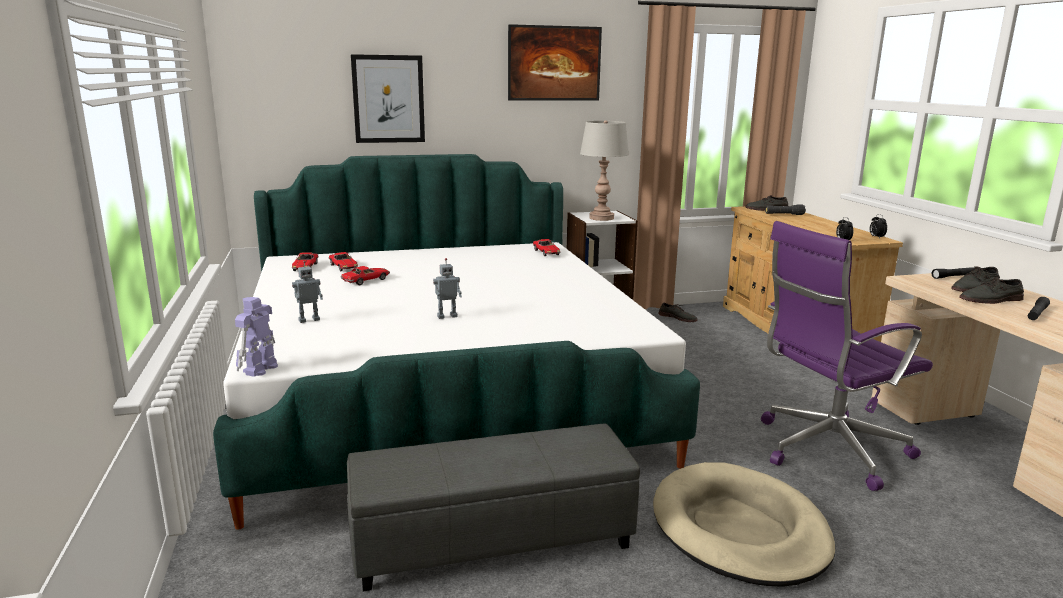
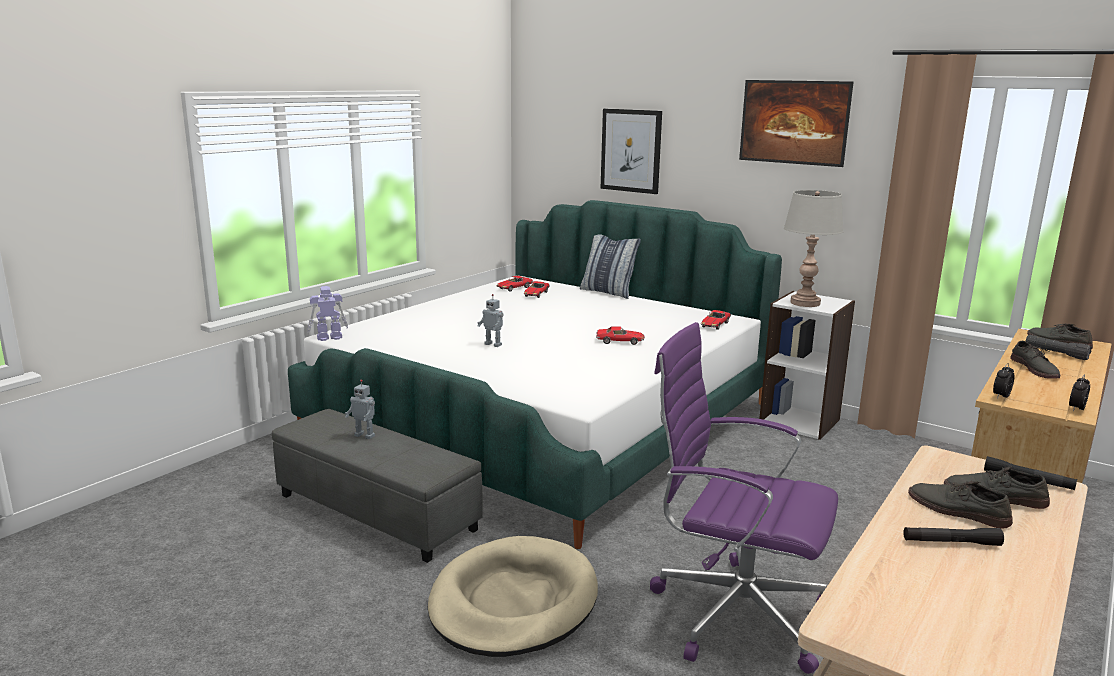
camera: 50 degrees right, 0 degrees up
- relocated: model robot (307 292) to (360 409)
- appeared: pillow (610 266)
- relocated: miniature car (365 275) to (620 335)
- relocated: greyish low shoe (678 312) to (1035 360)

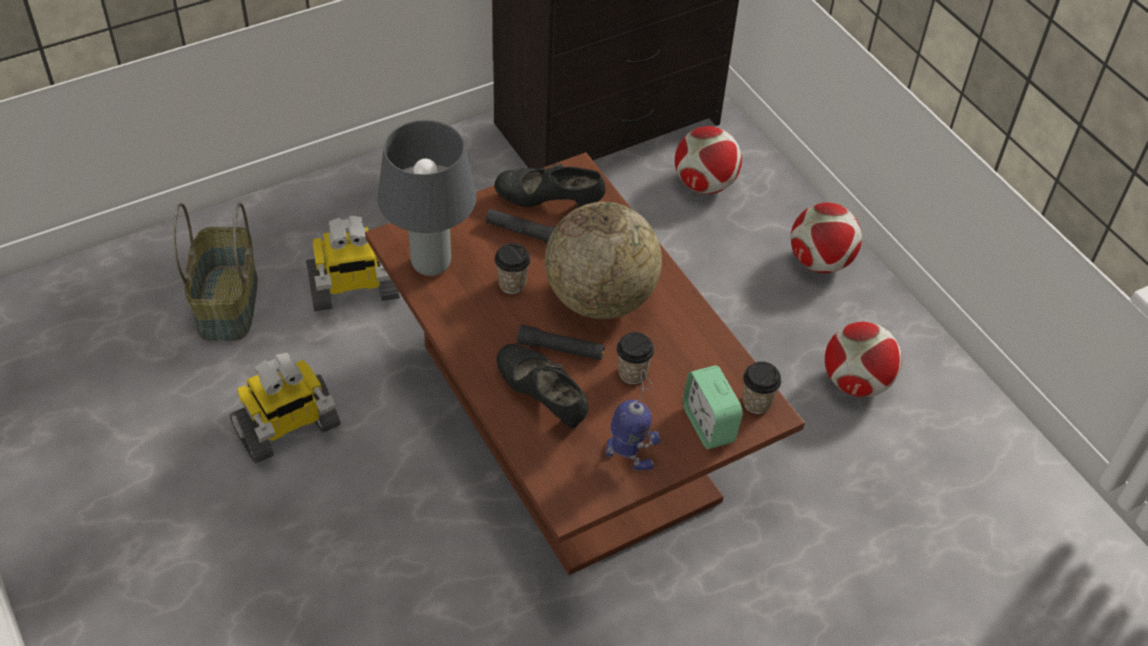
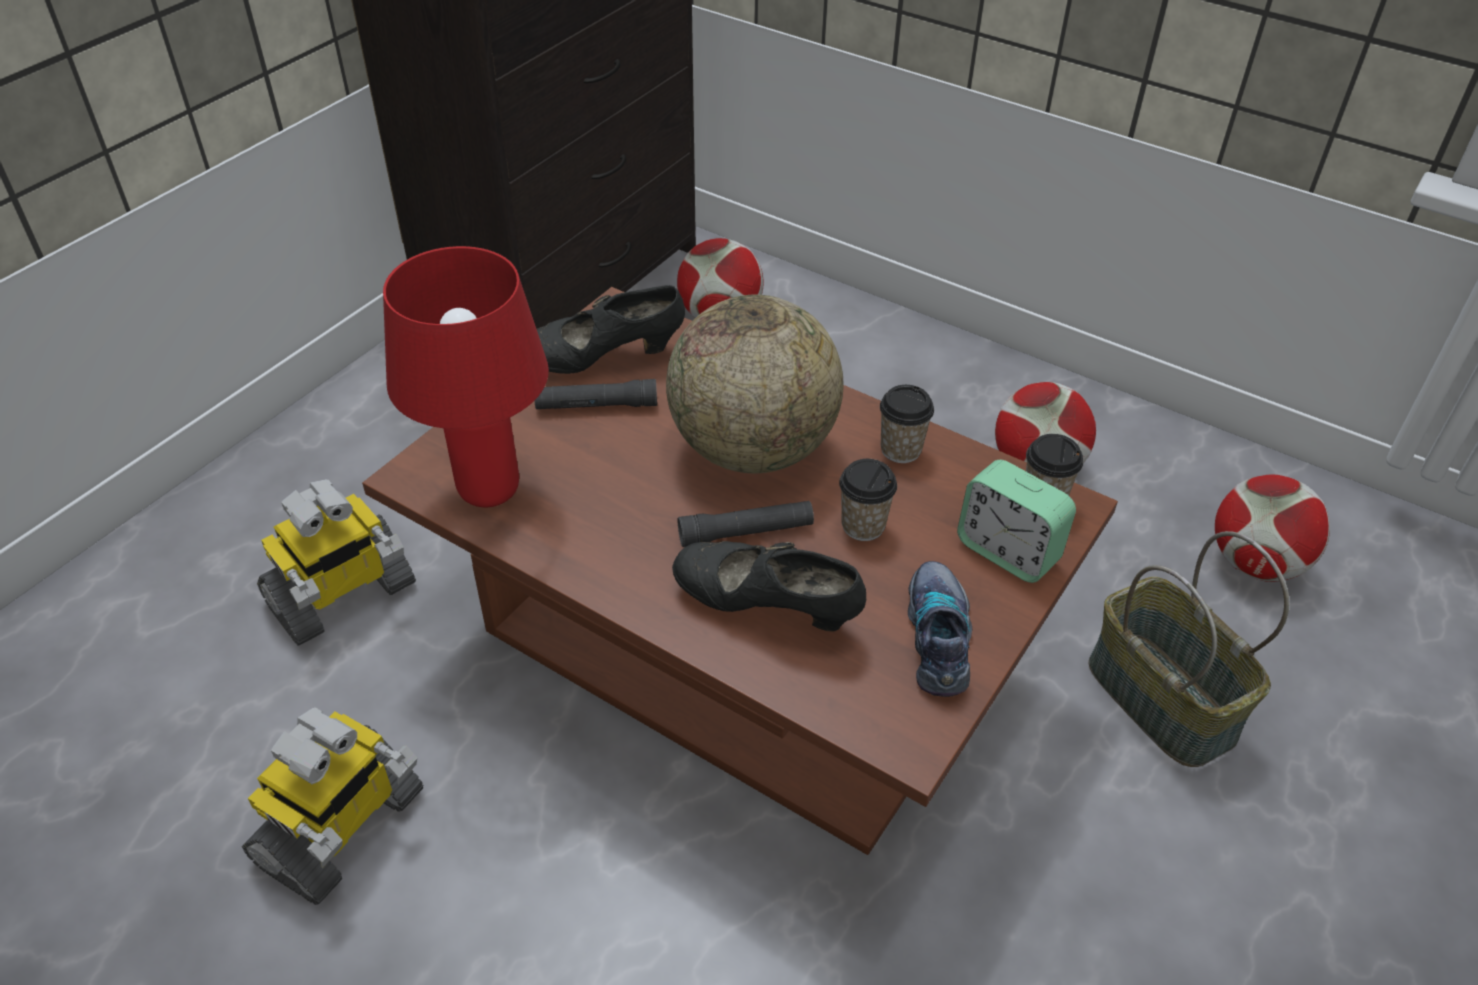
camera: 25 degrees left, 5 degrees down
- colour: greyish tabletop lamp (427 198) to red-coloured tabletop lamp (466 376)
- relocated: small cup (512 268) to (907 424)
- exchanged: model robot (633 419) to low shoe (940 629)
- relocated: storage basket (215 272) to (1189 649)
- relocated: ball for football (826 237) to (1272 528)

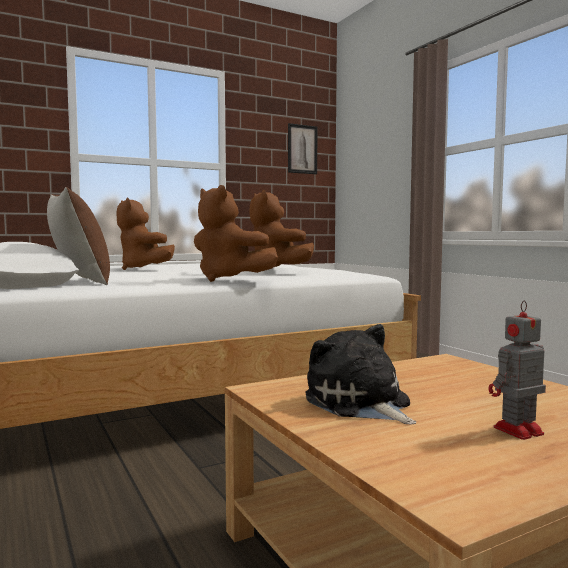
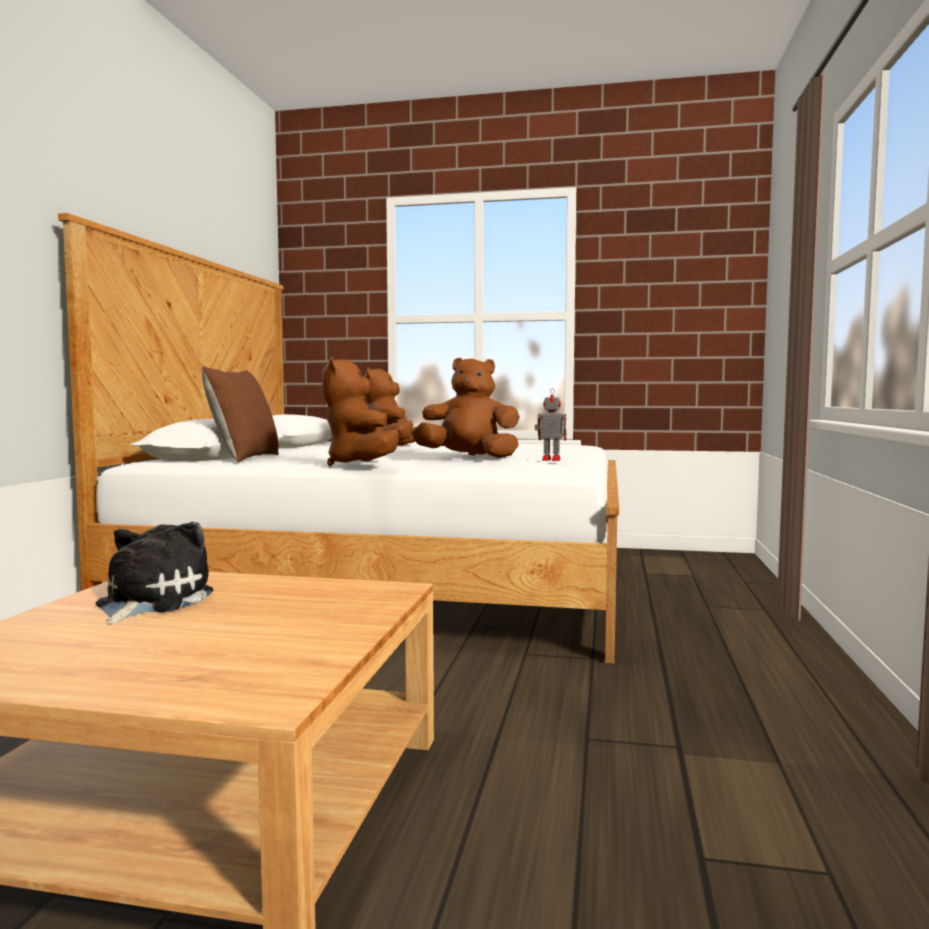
camera: 40 degrees right, 0 degrees up
- spun: brown-coloured cuddly toy (281 228) = (465 408) 90 degrees clockwise
- relocated: model robot (517 370) to (551 424)
- missing: wall picture (302 148)

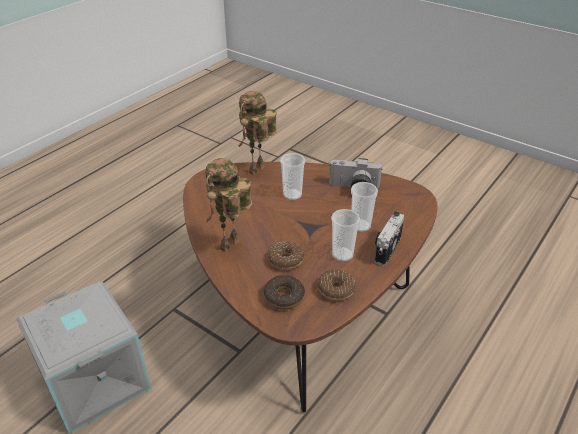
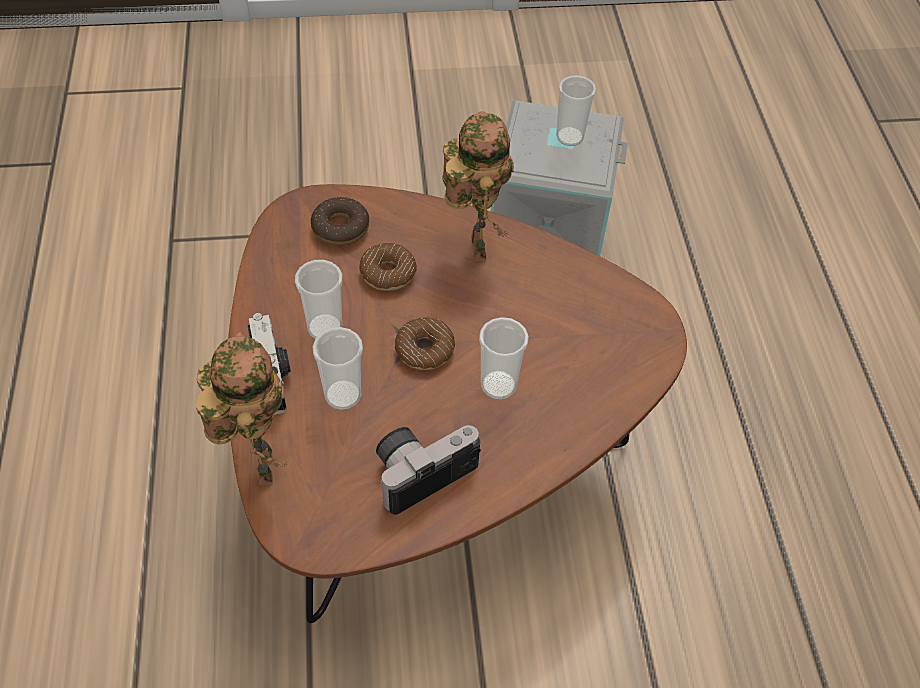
camera: 135 degrees right, 15 degrees up
- relocated: model robot (258 133) to (241 408)
- relocated: donut (336 285) to (425 343)
- appeared: small cup (576 110)

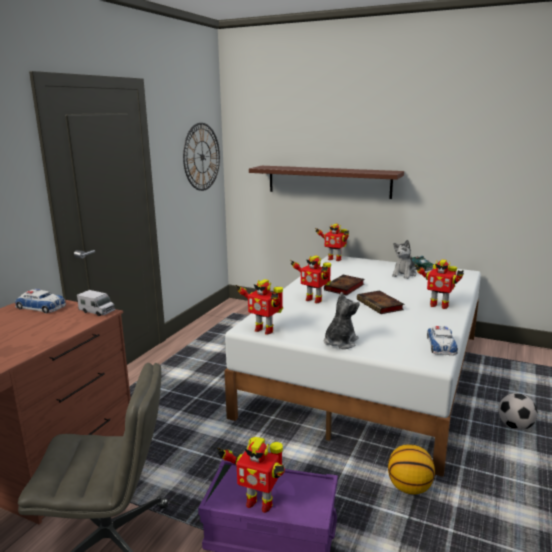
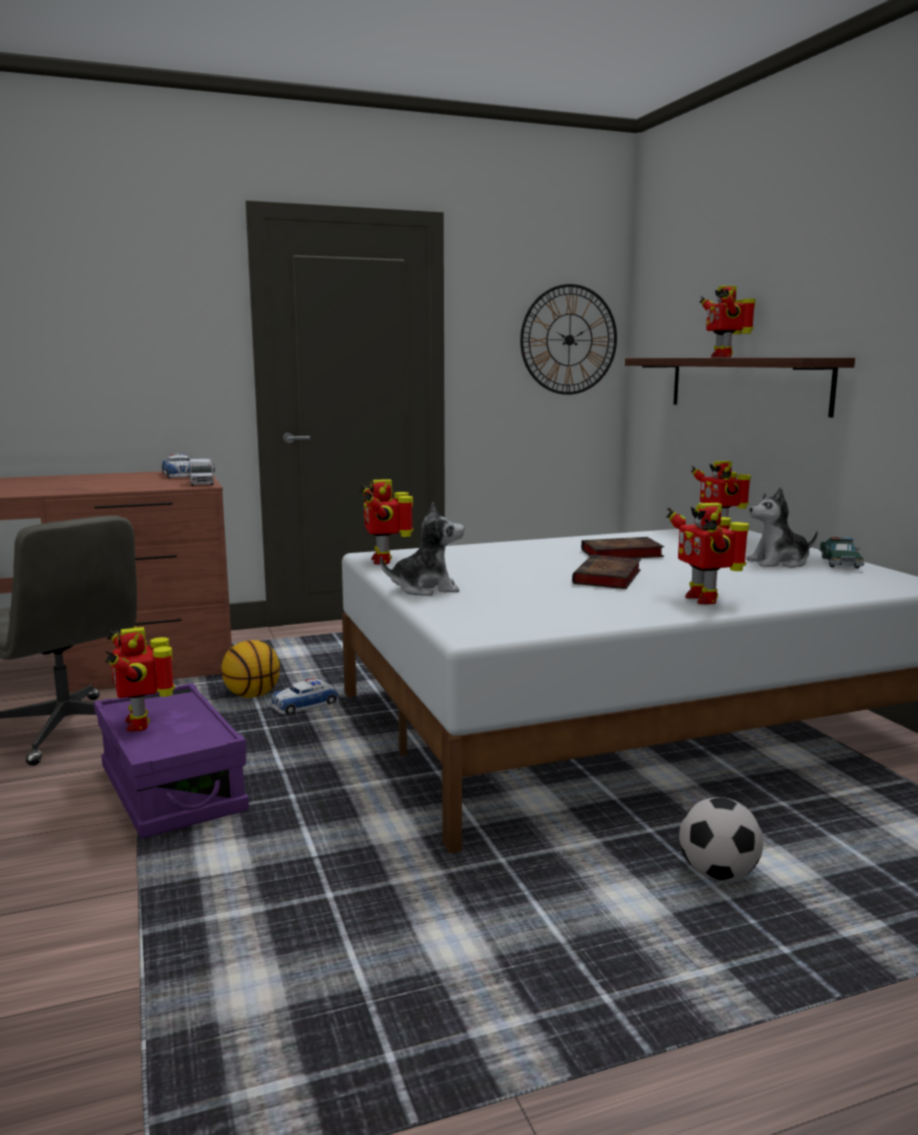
camera: 45 degrees right, 5 degrees down
- relocated: basketball ball (411 469) to (250 669)
- relocated: miniature car (442 341) to (304 696)
- relocated: model robot (310 279) to (728 321)

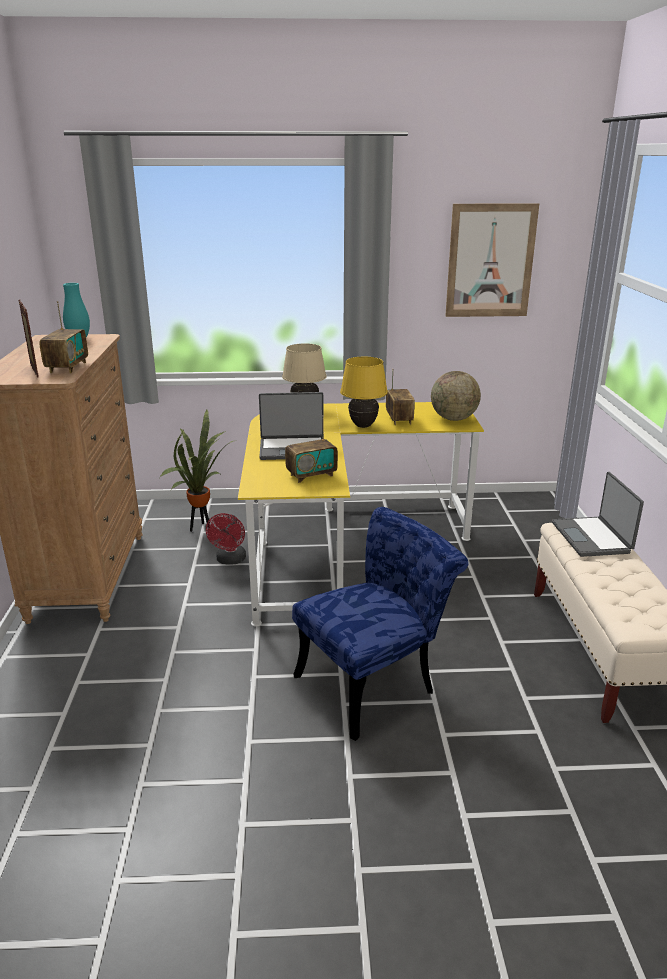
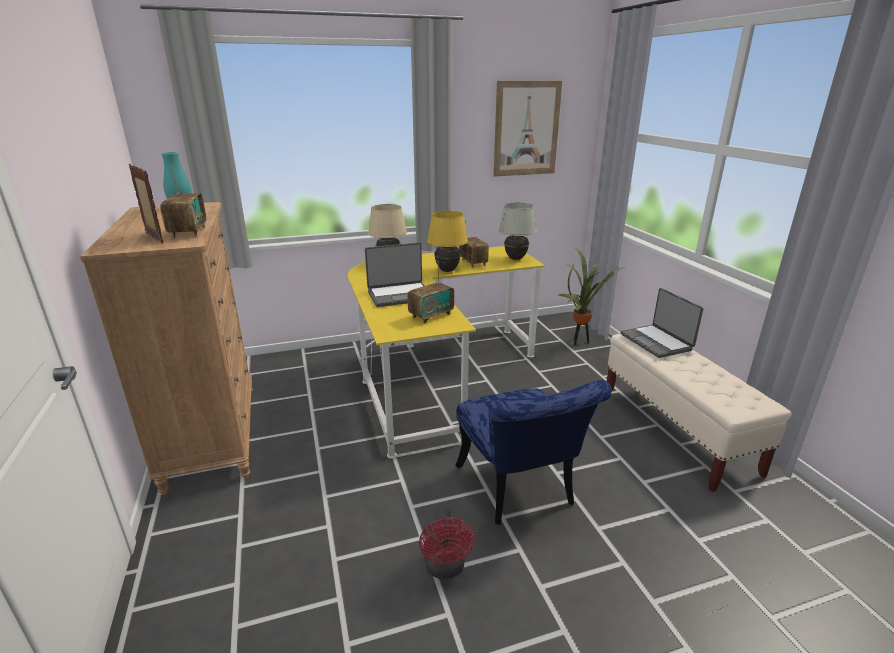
camera: 15 degrees left, 0 degrees up
- relocated: red-coloured fan (226 539) to (447 543)
- spun: blue-coloured plain chair (380 624) = (533 452) 120 degrees clockwise
- exchanged: desk globe (456 396) to whitish tabletop lamp (517 231)
- relocated: houseplant (198 471) to (591 296)

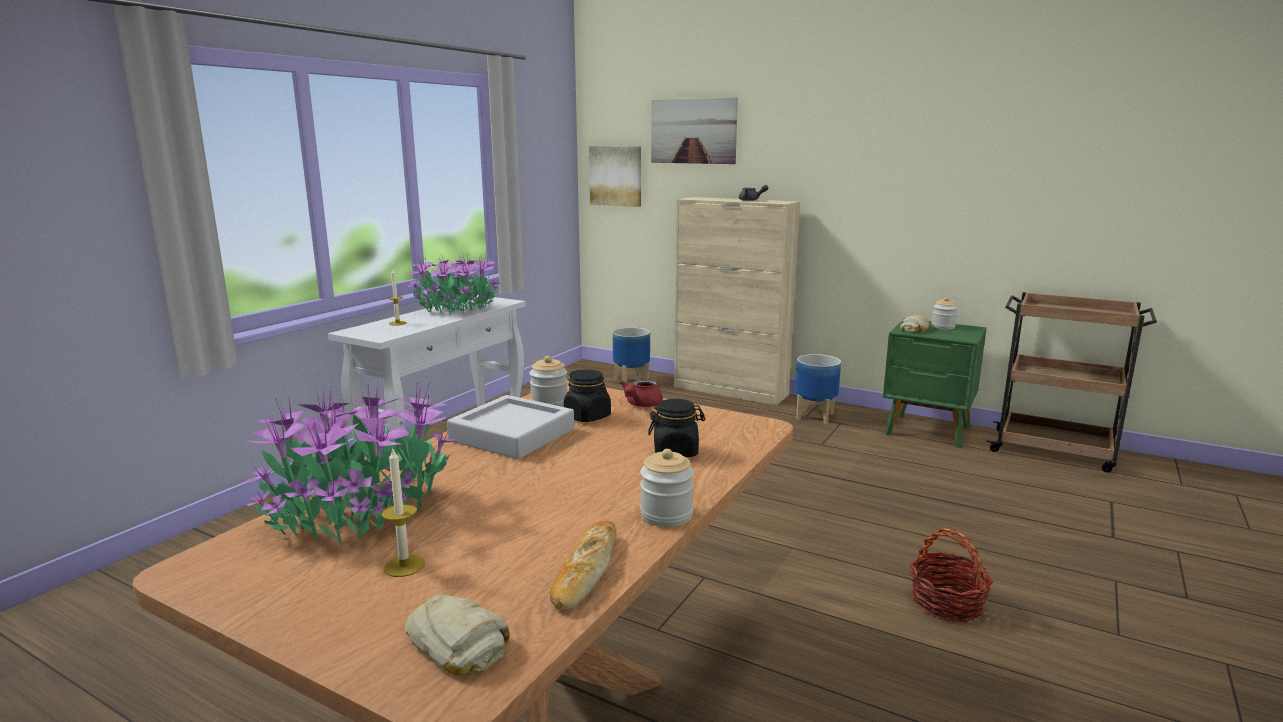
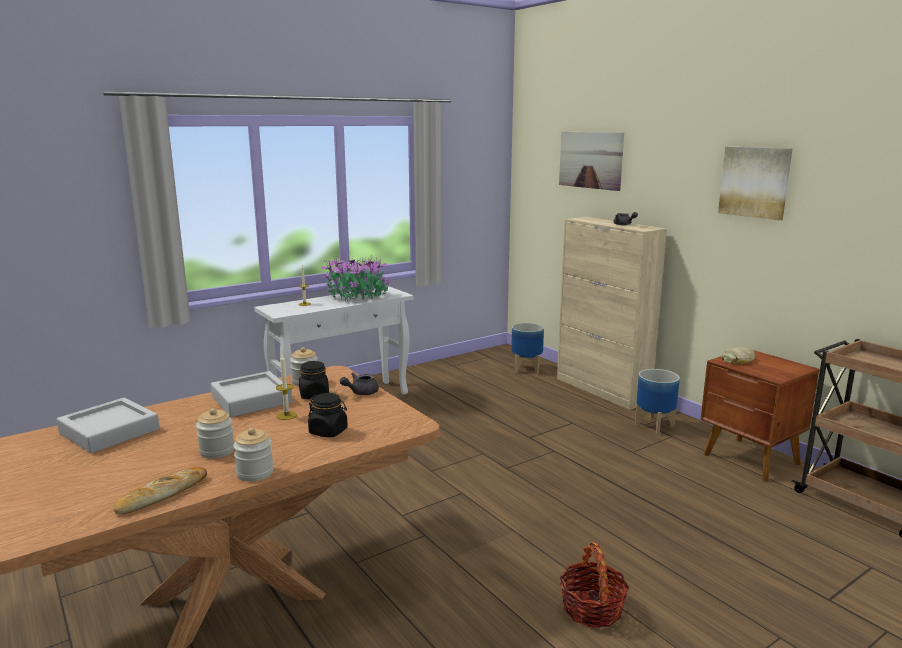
camera: 25 degrees right, 0 degrees up
- exchanged: houseplant (351 462) to greyish tray (108 425)
- relocated: preserve jar (944 313) to (215 433)
- relocated: wax light (403 513) to (286 387)
- colour: red-coloured tea pot (641 393) to greyish tea pot (359 383)
- colour: green night table (935 383) to brown-coloured night table (760 416)
- relocated: wall picture (615 176) to (755 183)
- missing: baked bread (457 635)

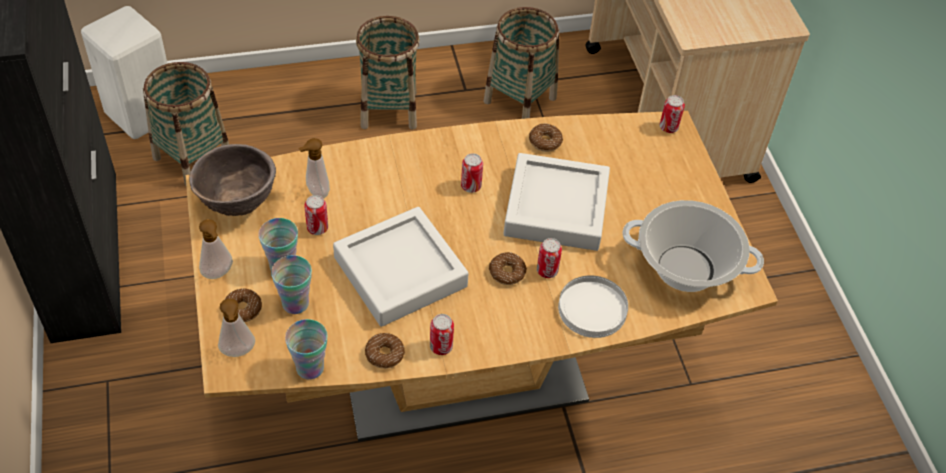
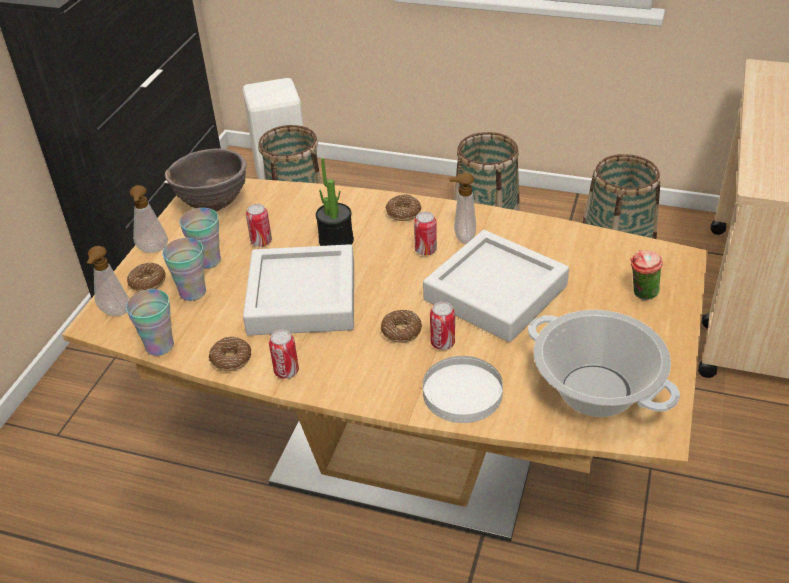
camera: 35 degrees right, 10 degrees down
- appeared: houseplant (335 202)
- relocated: donut (546 138) to (403 207)
- relocated: liquid soap bottle (314 168) to (462 208)
- appeared: small cup (646 275)
- missing: metal can (672 114)

